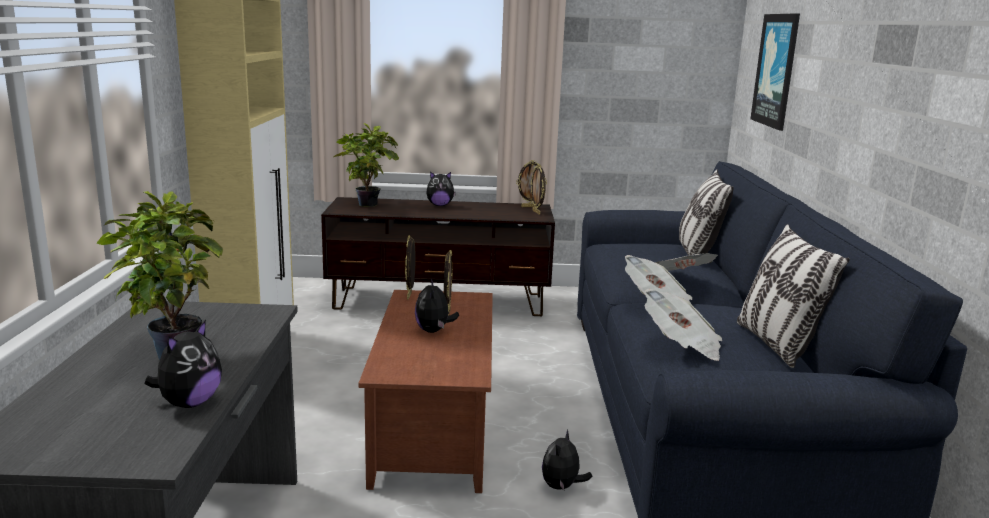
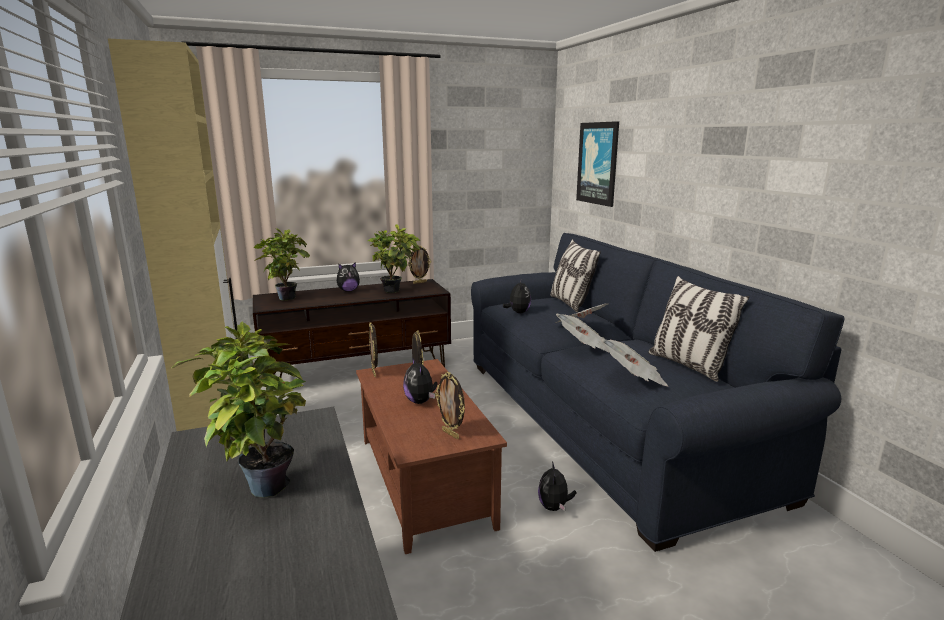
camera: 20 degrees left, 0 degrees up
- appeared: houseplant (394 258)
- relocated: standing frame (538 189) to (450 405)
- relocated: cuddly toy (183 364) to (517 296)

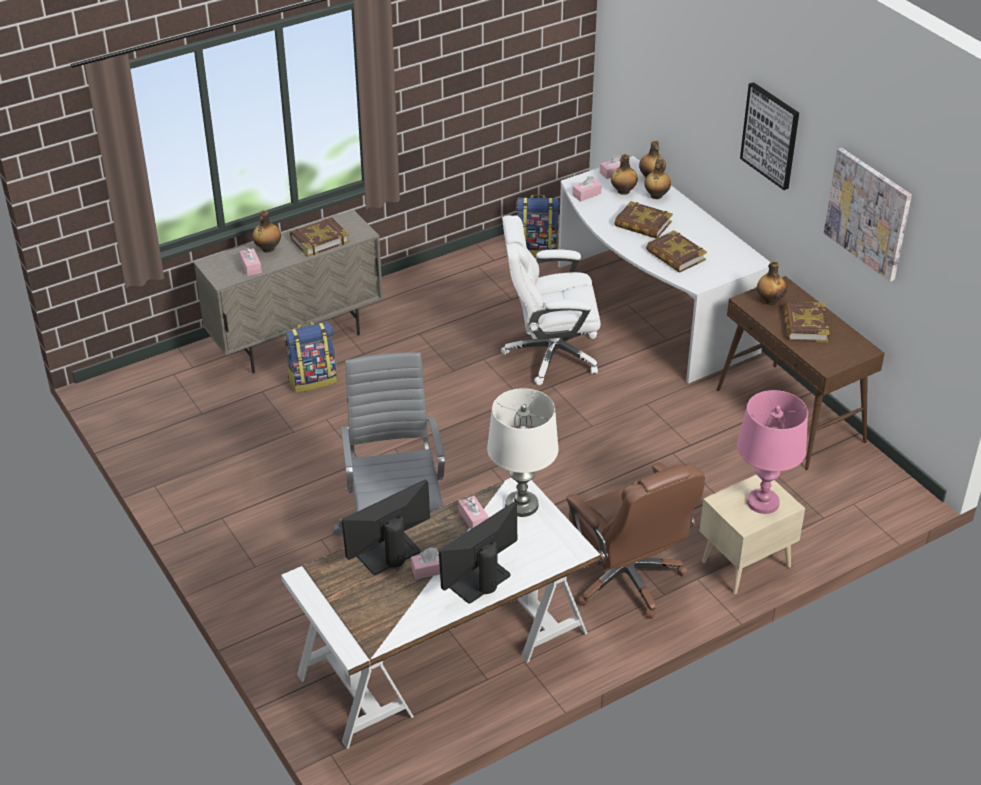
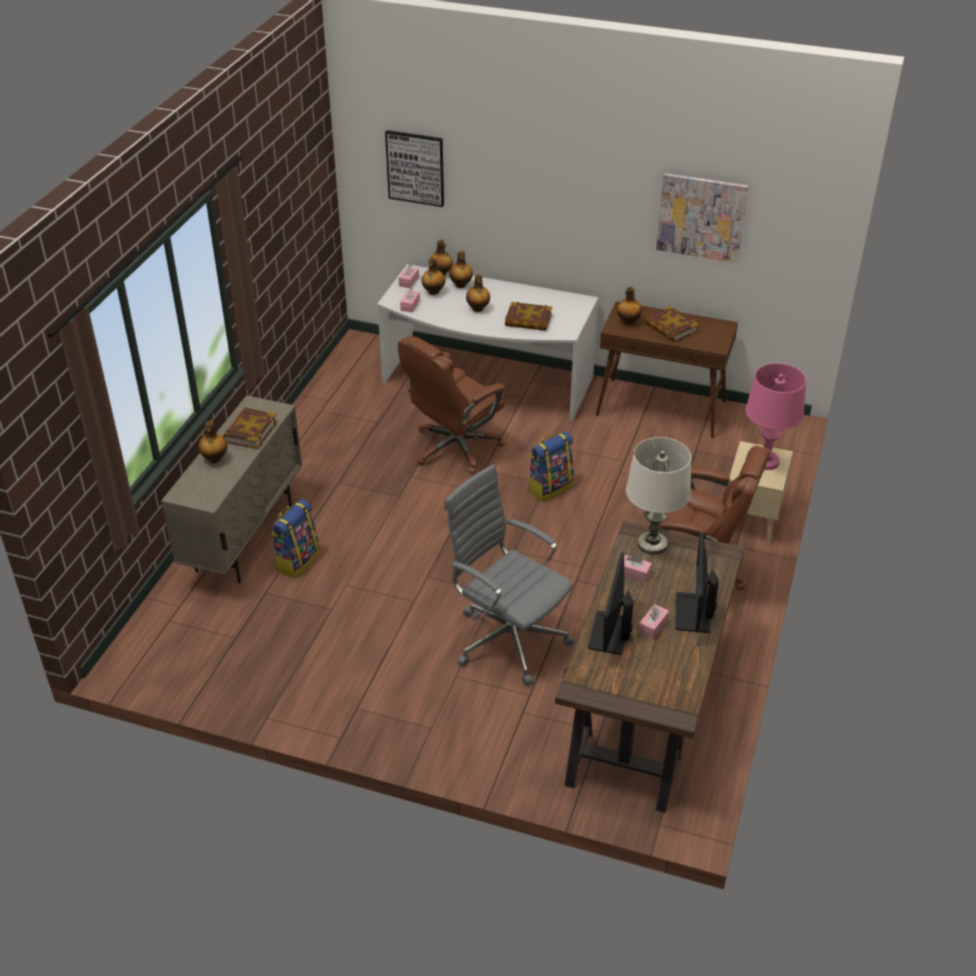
camera: 40 degrees left, 0 degrees up
- relocated: wall picture (769 136) to (414 168)
- colour: whitish computer chair (551 300) to brown-coloured computer chair (452 405)
- exchanged: bound book (644 220) to beverage bottle (478 293)
- relocated: knapsack (538 226) to (551 466)
- colour: whitish desk (440 613) to brown-coloured desk (649 667)
- missing: pink-coloured tissue box (251 261)

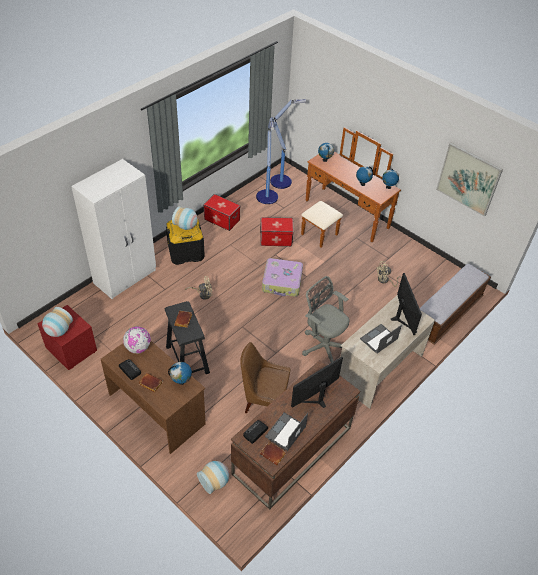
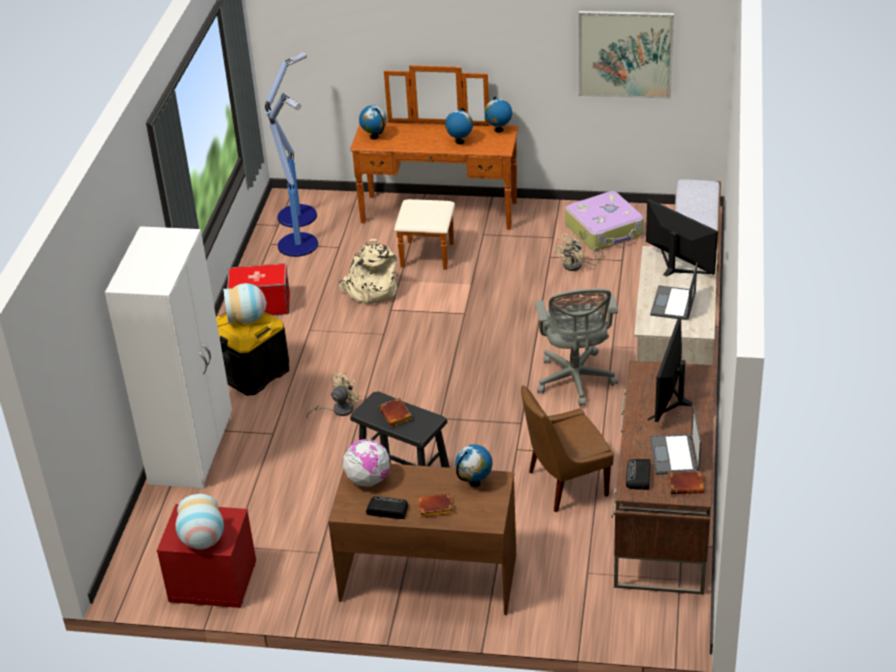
camera: 30 degrees left, 10 degrees down
- exchanged: storage bin (277 231) to beige-coloured knapsack (368 271)
- spun: greyish computer chair (325 319) = (576 347) 105 degrees counterclockwise
- relocated: travel case (282 277) to (604 221)
- missing: vase (213 477)

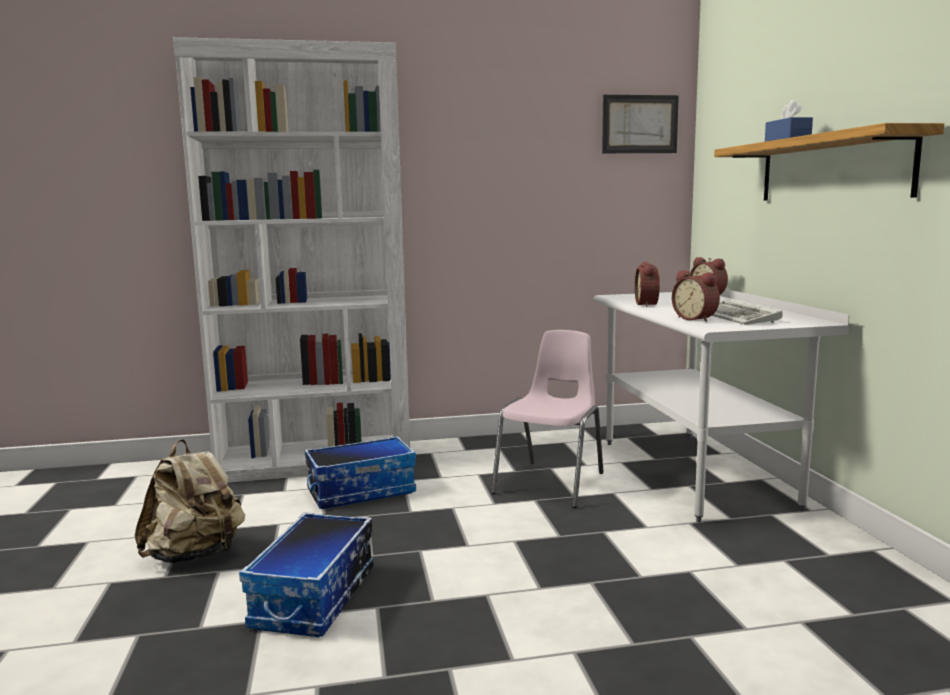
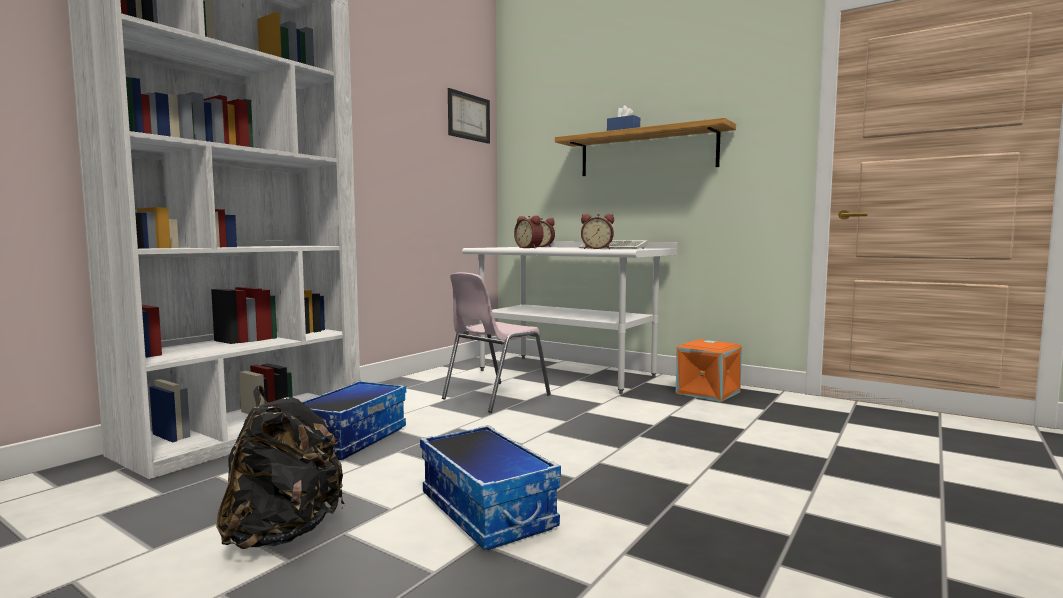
camera: 45 degrees left, 5 degrees down
- colour: beige-coloured knapsack (190 501) to blackish knapsack (280 467)
- spun: pink-coloured plain chair (547 419) = (496 343) 120 degrees counterclockwise
- appeared: orangey storage bin (709 370)

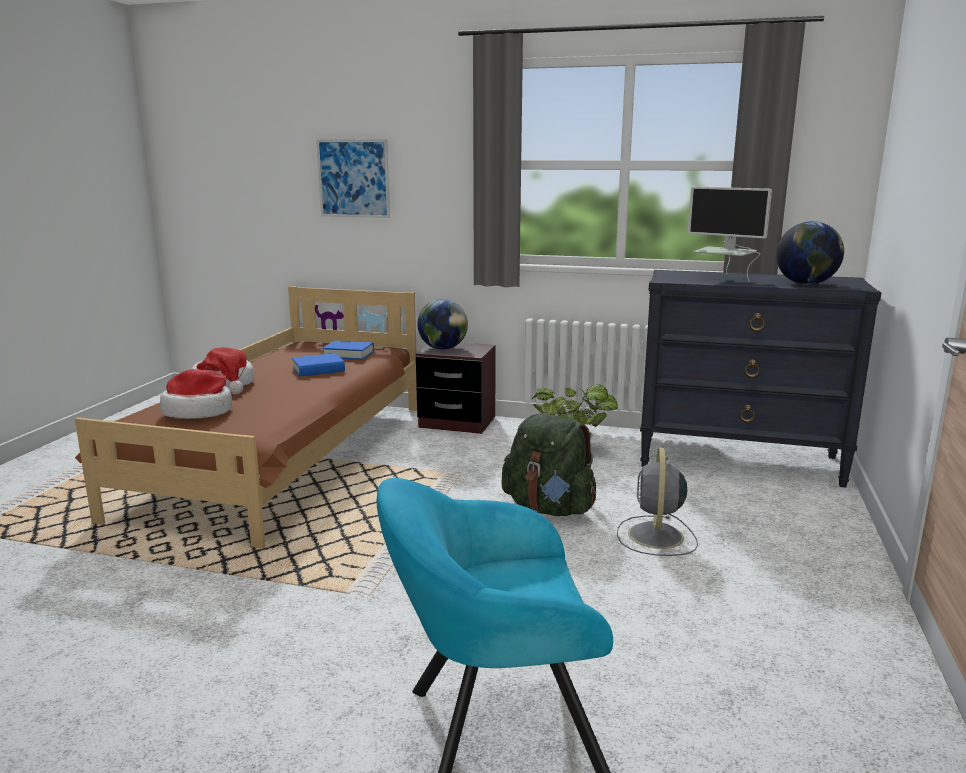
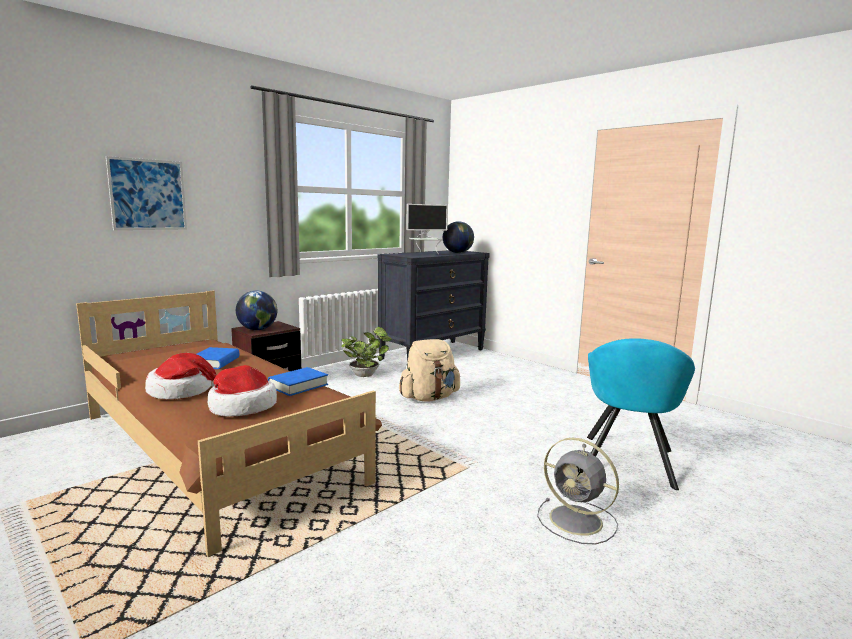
camera: 60 degrees left, 5 degrees down
- relocated: blue-coloured bound book (348 350) to (298 381)
- colour: green knapsack (548 464) to beige-coloured knapsack (429 370)
- relocated: greyish fan (657 502) to (578 491)

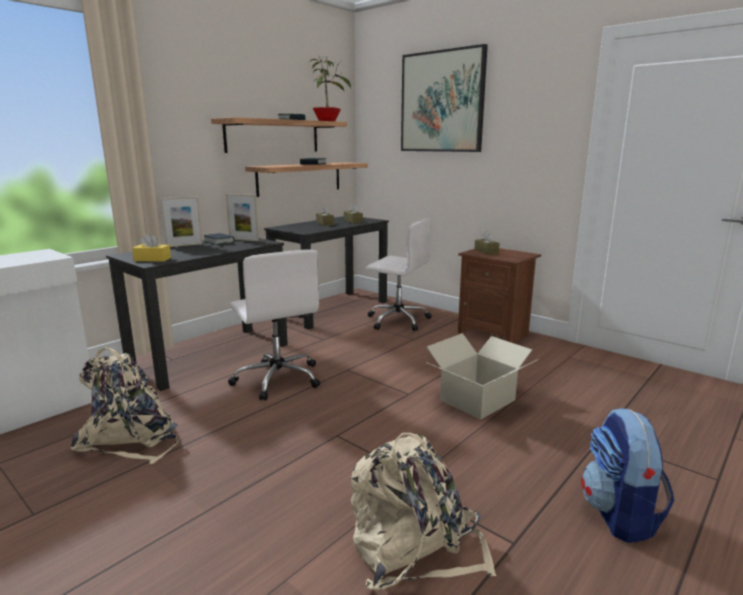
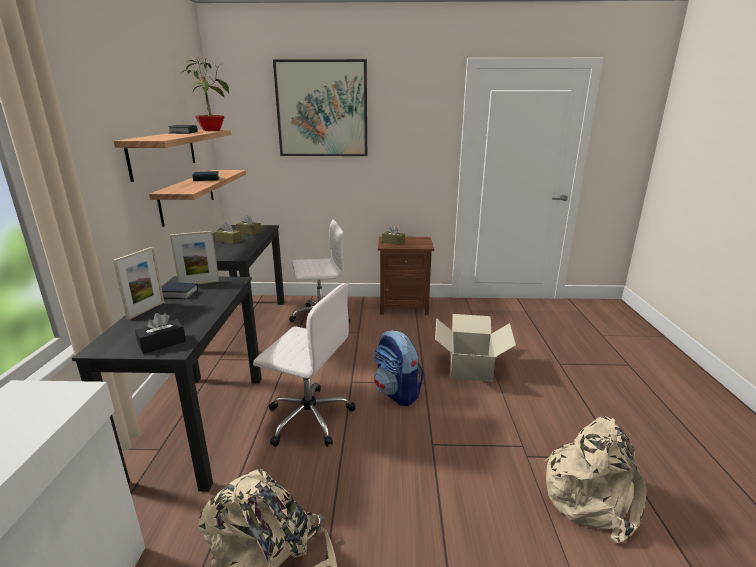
camera: 40 degrees left, 5 degrees up
- colour: yellow tissue box (151 247) to blackish tissue box (160 333)
- relocated: knapsack (627 475) to (399 368)

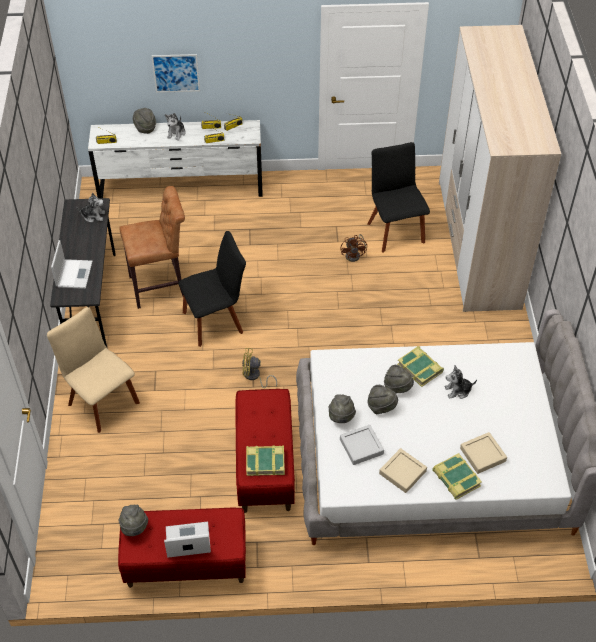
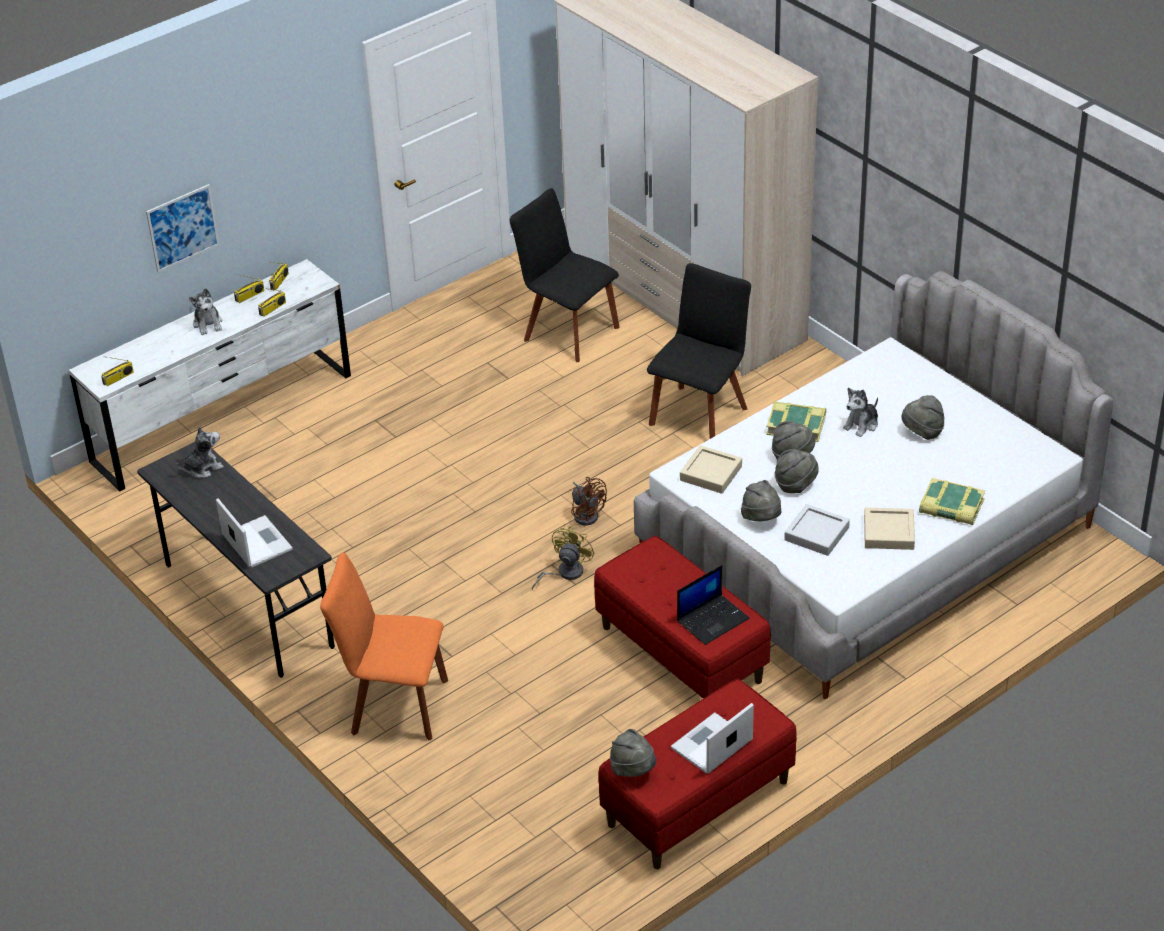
camera: 35 degrees left, 10 degrees down
- colour: beige-coloured plain chair (93 370) to orangey plain chair (384 646)
- spun: yellow fan (259 368) = (563 558) 150 degrees clockwise
- relocated: brown-coloured fan (353 248) to (589 501)
- relocated: blackish plain chair (212 289) to (699 351)
- exchanged: bound book (265 460) to portable computer (713 605)
- relocated: beige-coloured tray (483 453) to (711 469)
- relocated: greyish wearable hat (144 121) to (923 417)
- missing: brown-coloured sitting stool (152 247)

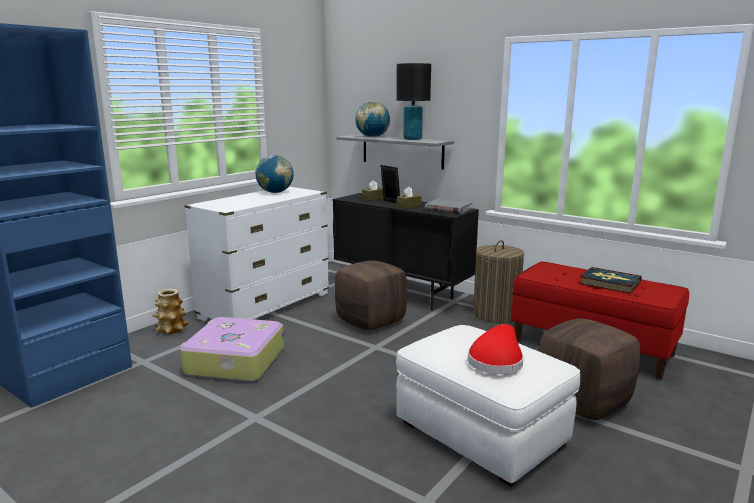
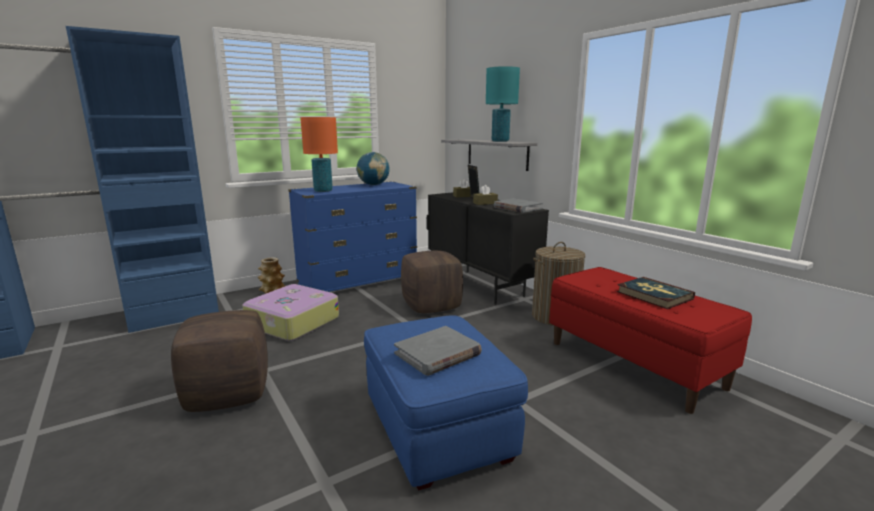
camera: 20 degrees right, 0 degrees up
- relocated: brown-coloured pouffe (589 369) to (219 361)
- colour: whitish dresser (256 253) to blue-coloured dresser (352 236)
- appeared: orangey tabletop lamp (319 154)
- colour: whitish pouffe (488 406) to blue-coloured pouffe (446 402)
- exchanged: red-coloured wearable hat (496 349) to greyish bound book (438 351)
- colour: blackish tabletop lamp (413 101) to turquoise-coloured tabletop lamp (503 104)
- missing: desk globe (372 119)

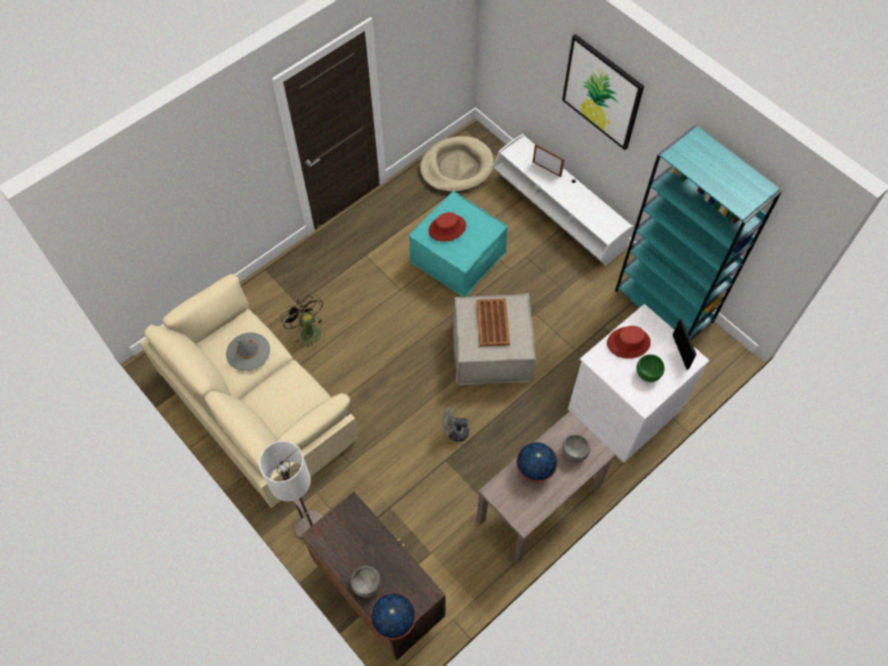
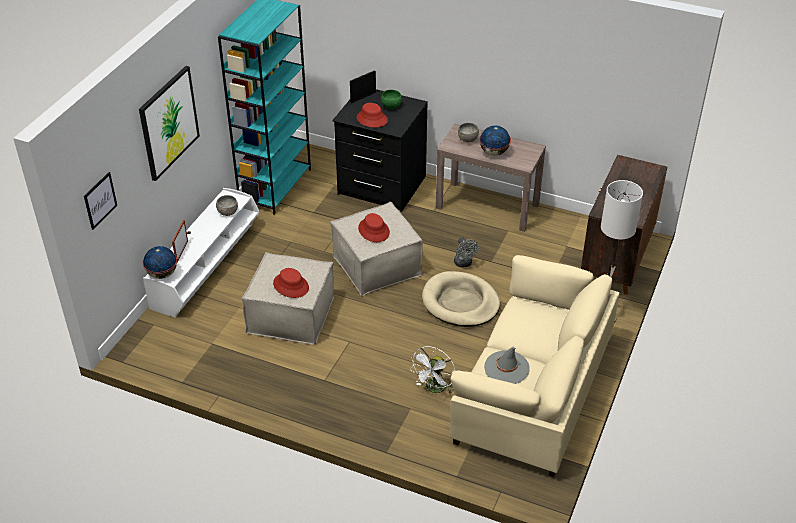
camera: 115 degrees left, 20 degrees down
- appeared: wall picture (100 201)
- relocated: desk globe (393 616) to (160 262)
- relocated: greyish deep dish (366 581) to (227 205)
- colour: turquoise-coloured pouffe (459 244) to beige-coloured pouffe (288 298)
- colour: whitish dresser (638 383) to blackish dresser (380 150)
- exchanged: brown-coloured tray (493 322) to red-coloured wearable hat (374 227)
- colour: blackish fan (301 322) to whitish fan (432 370)
- relocated: beige-coloured dog bed (457 164) to (461 299)

